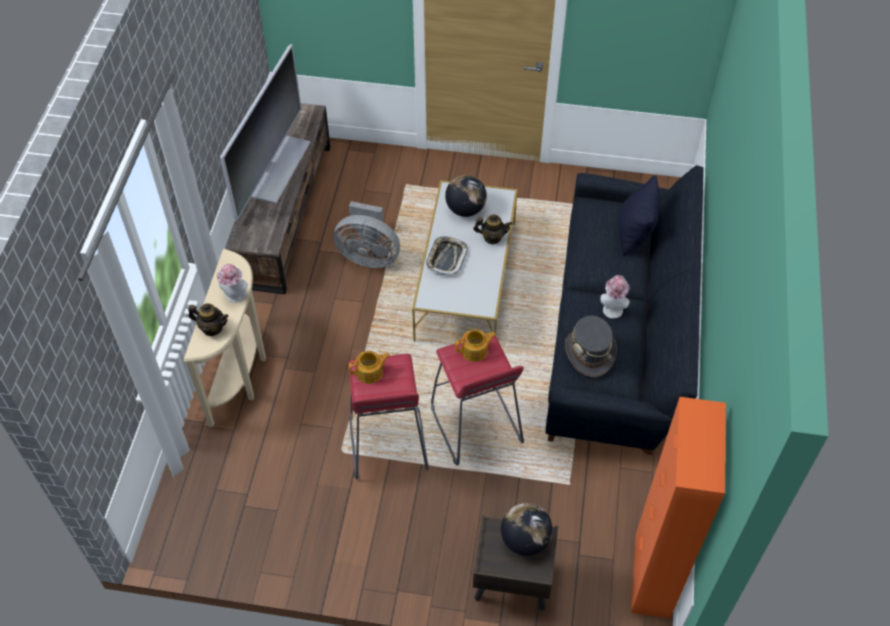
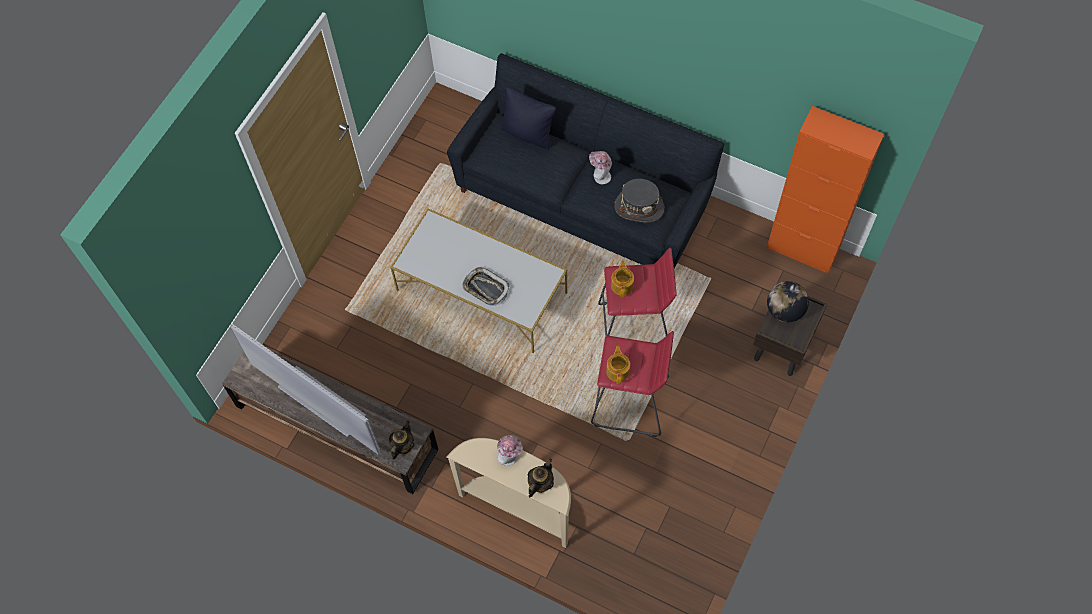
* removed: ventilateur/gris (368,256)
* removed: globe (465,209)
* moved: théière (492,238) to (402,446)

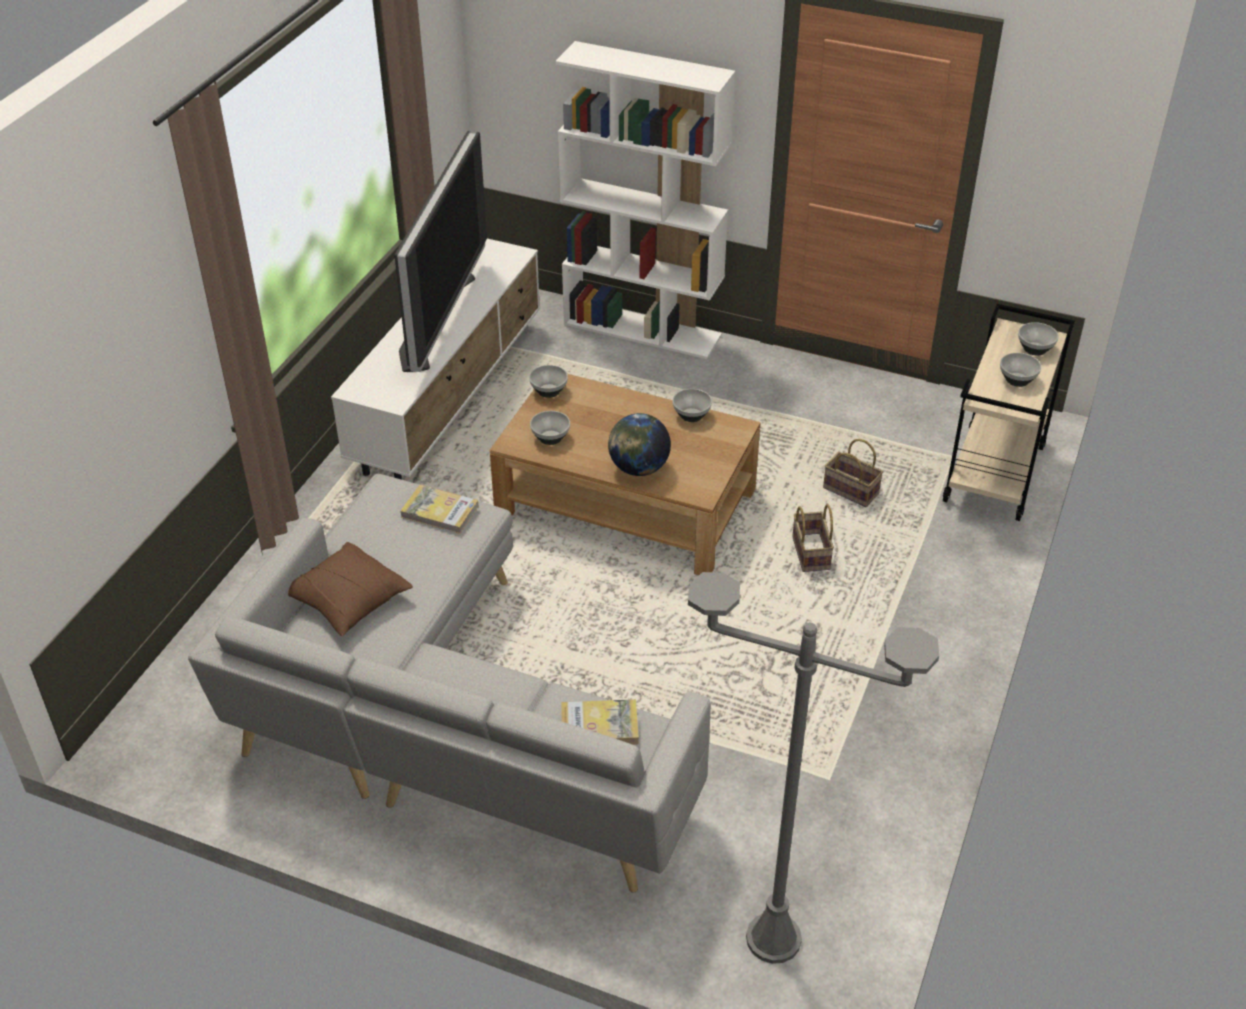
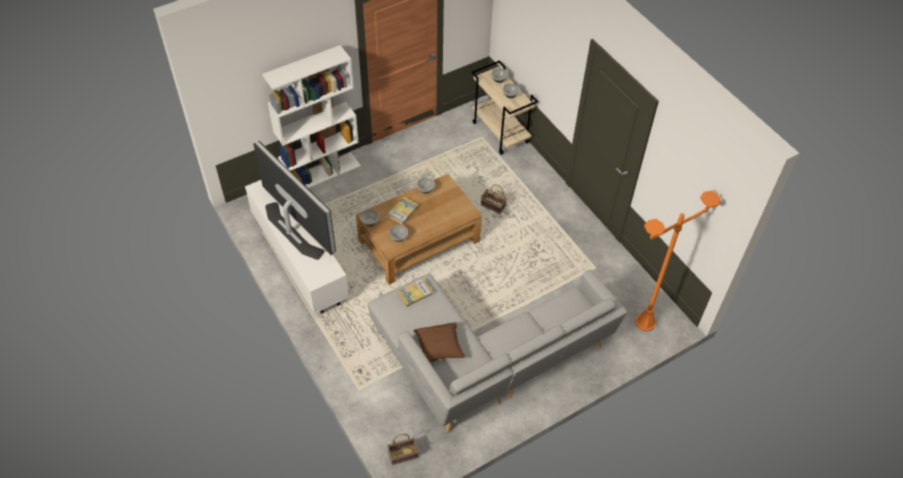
* moved: livre (599,726) to (403,211)
* removed: globe (639,468)
* recoloured: lampadaire/gris (774,939) to lampadaire/orange (645,322)
* moved: panier (849,491) to (402,455)

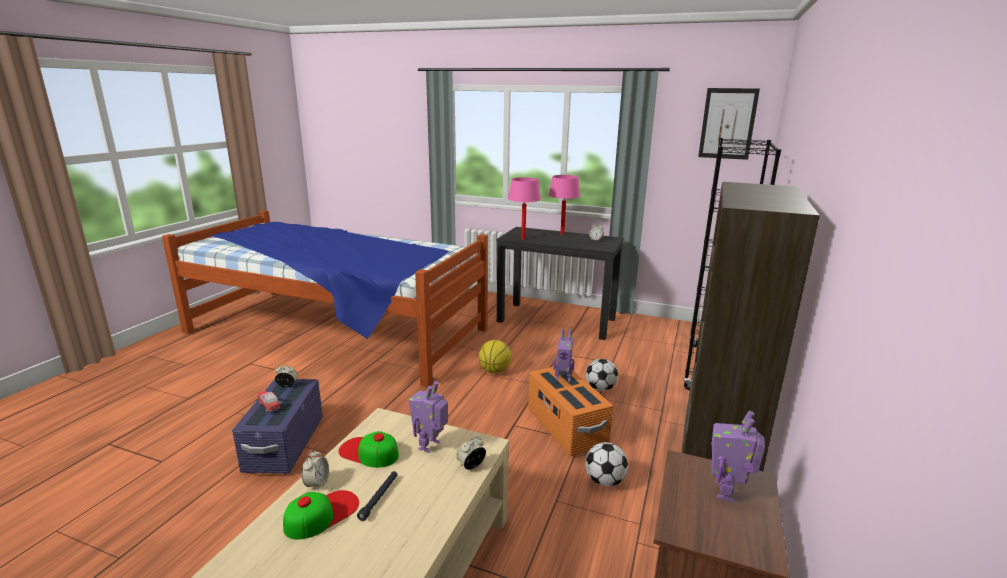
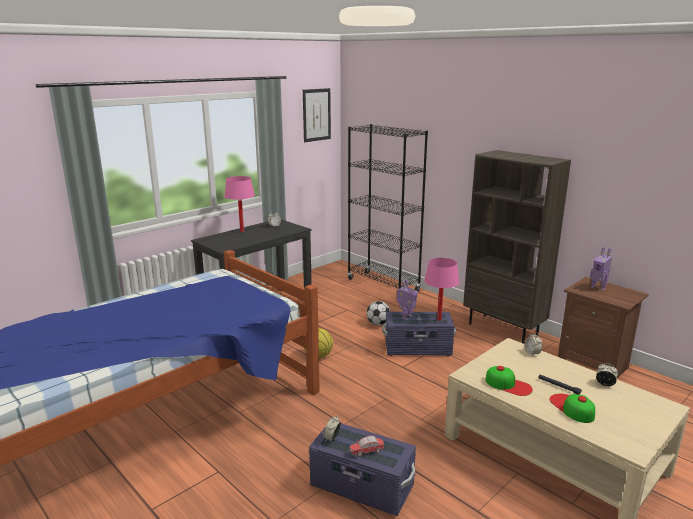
* moved: réveil (317,483) to (605,384)
* turned: casquette (368,452) = (508,384) 105 degrees counterclockwise
* removed: robot jouet (430,446)
* moved: lampe de table/rose (523,238) to (439,319)
* recoloured: boîte de rangement/orange (566,428) to boîte de rangement/violet (418,349)
* removed: ballon de foot (604,481)

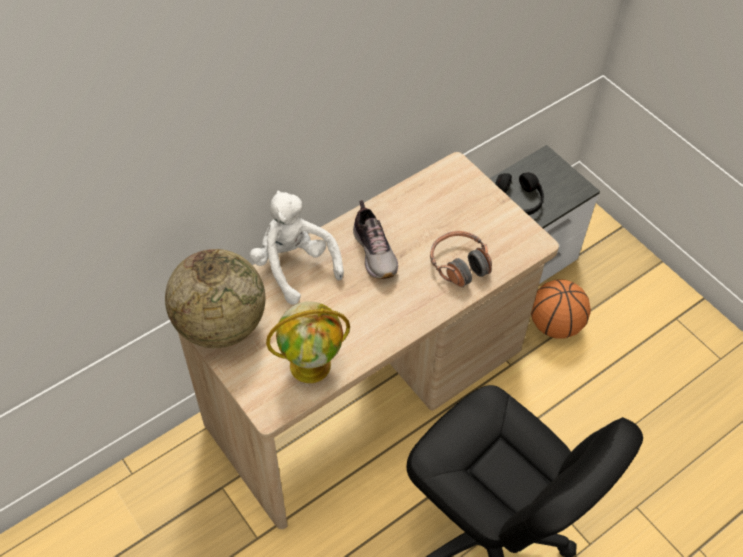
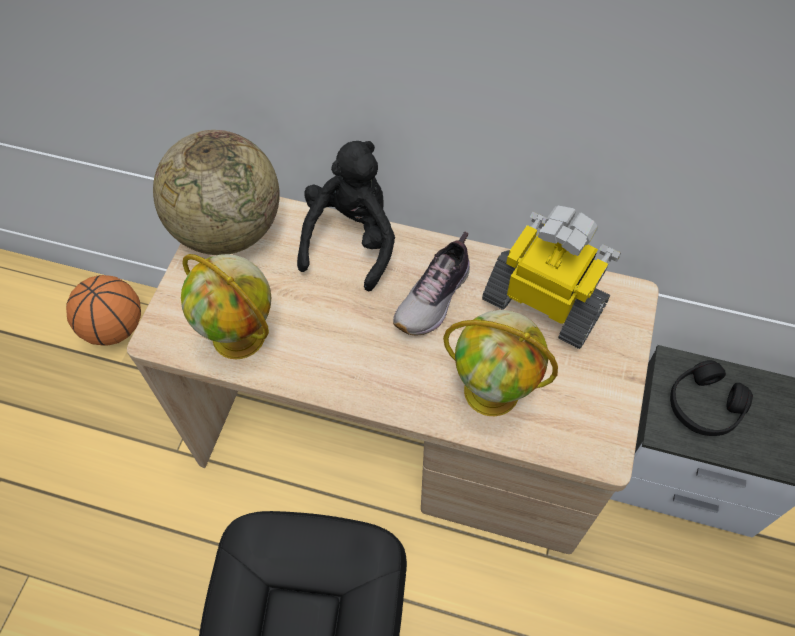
* recoloured: peluche/blanc (294,266) to peluche/noir (351,240)
* replaced: casque audio (459,264) to globe (493,391)
* moved: ballon de basket (555,325) to (115,328)
* added: robot jouet (546,303)

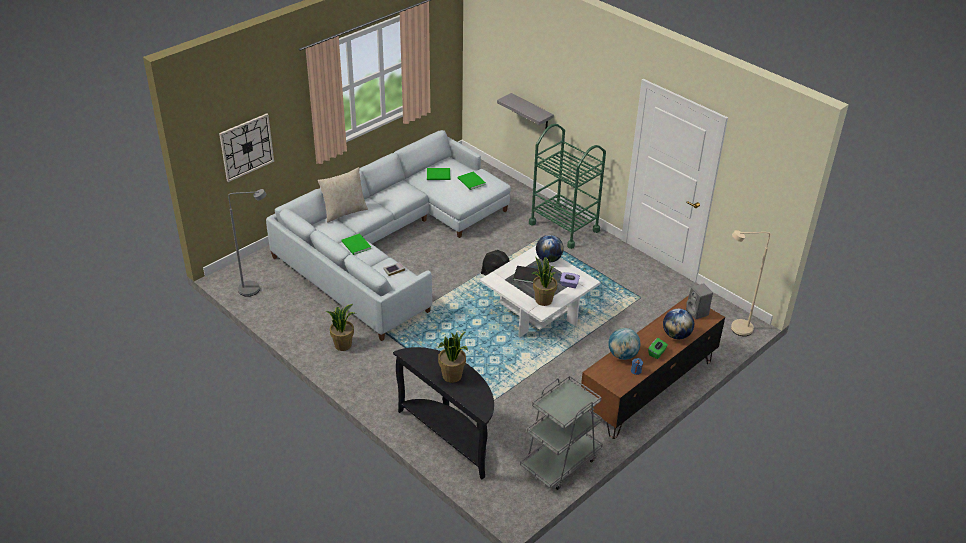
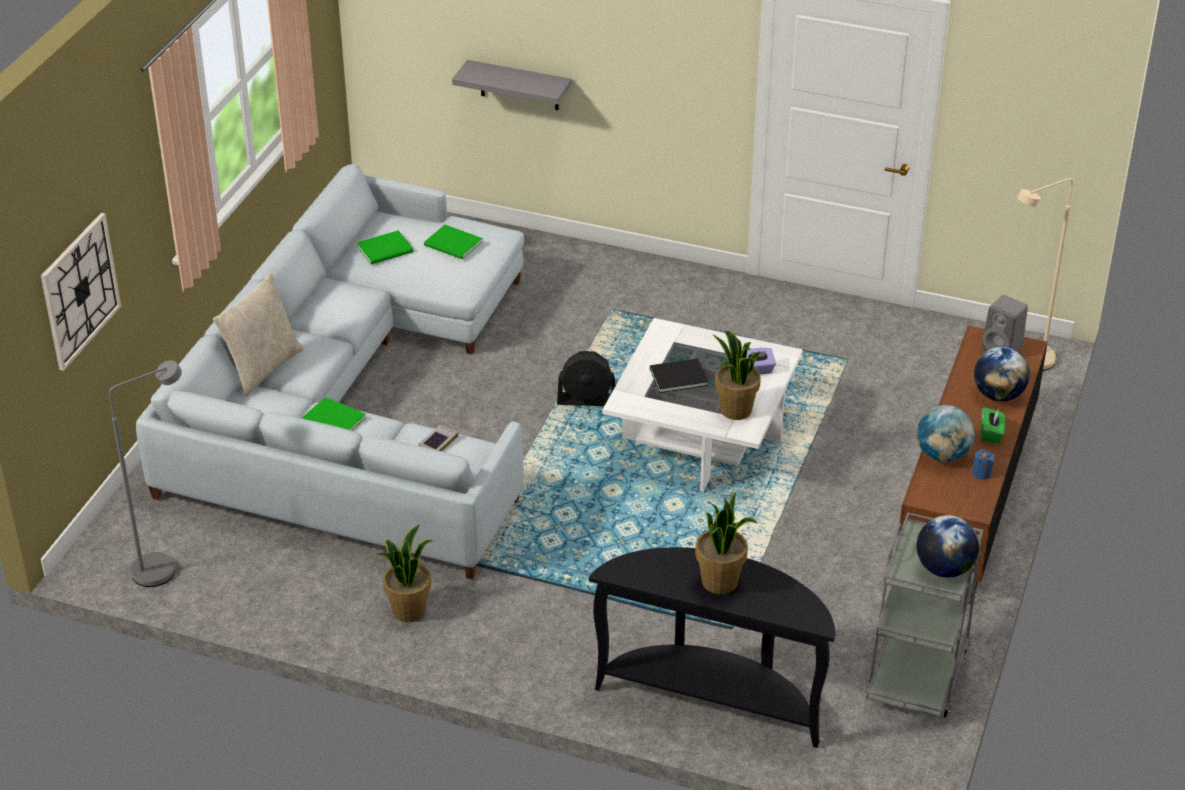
* removed: chariot/vert (564,227)
* moved: globe (548,259) to (944,569)

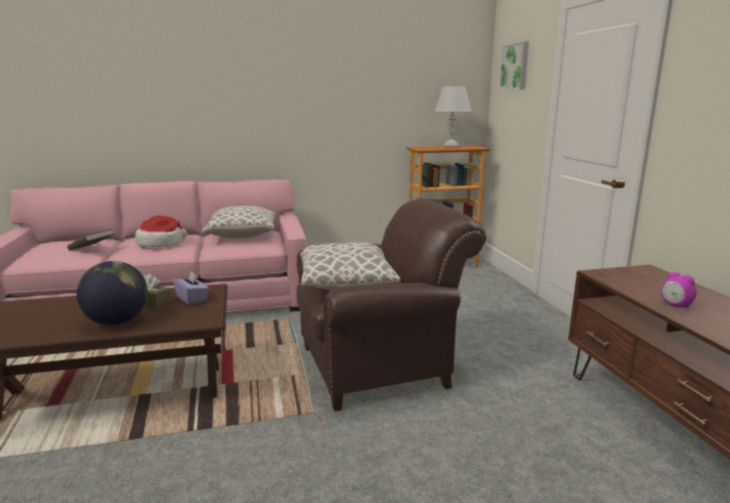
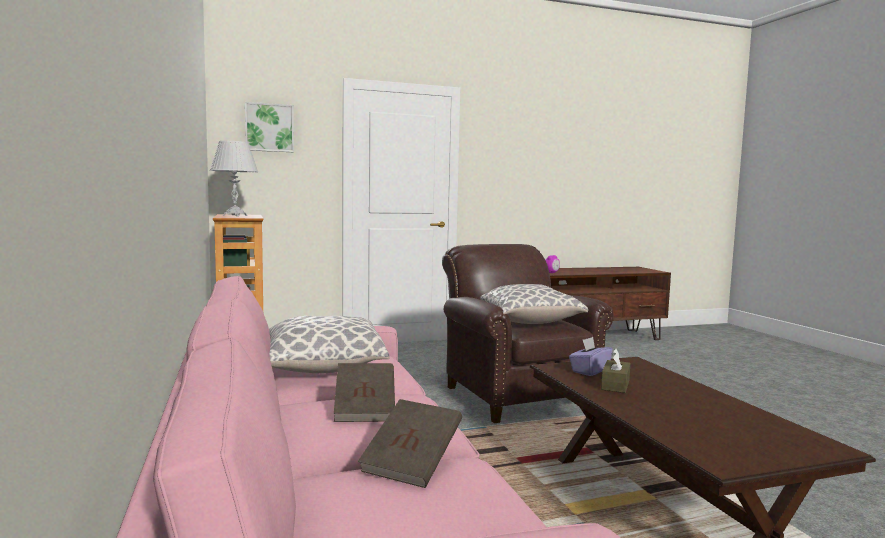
* removed: globe (117,321)
* replaced: chapeau (161,243) to livre/marron (365,410)

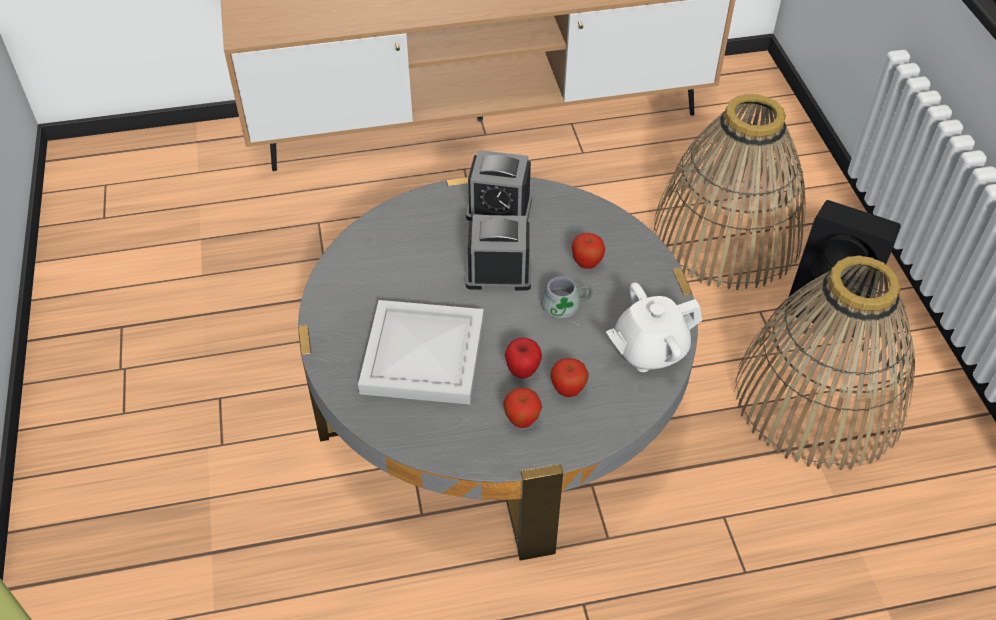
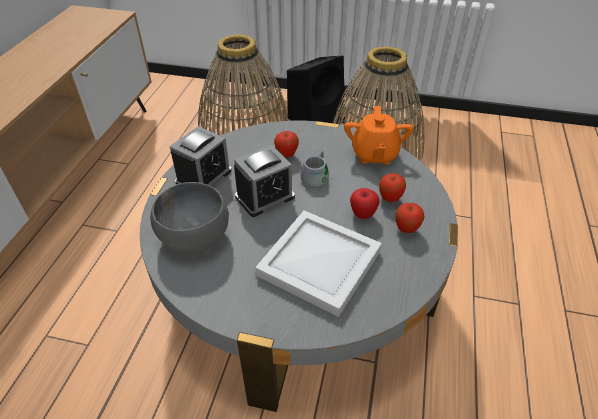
* turned: réveil (498,272) = (265,197) 150 degrees counterclockwise
* recoloured: théière/blanc (649,350) to théière/orange (374,154)
* added: bol/gris (194,236)

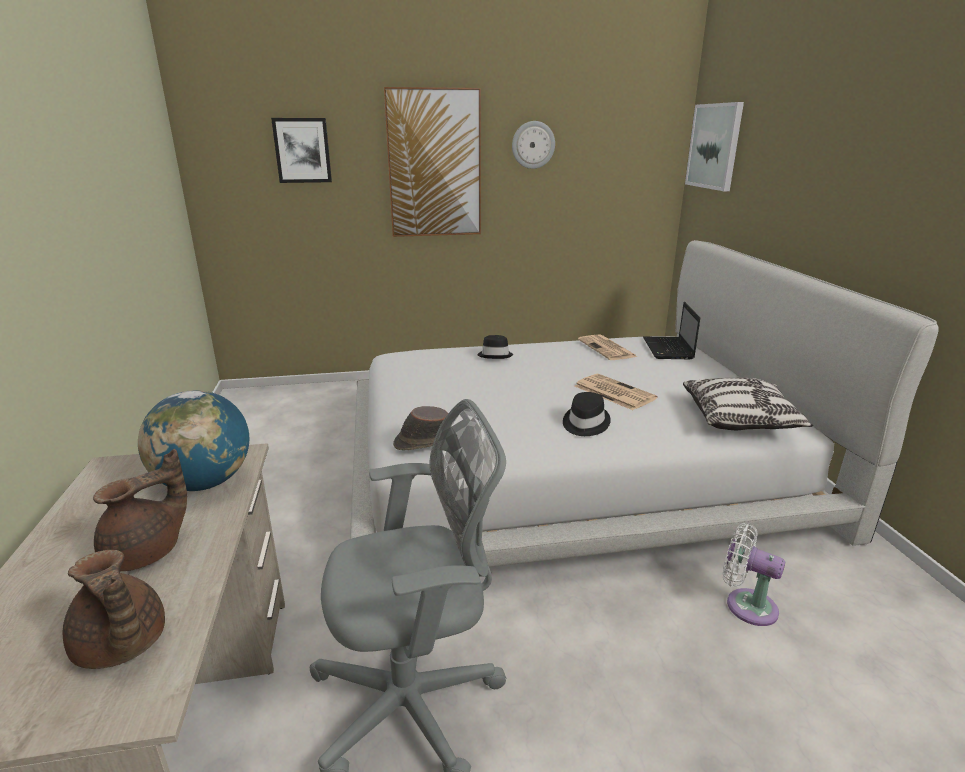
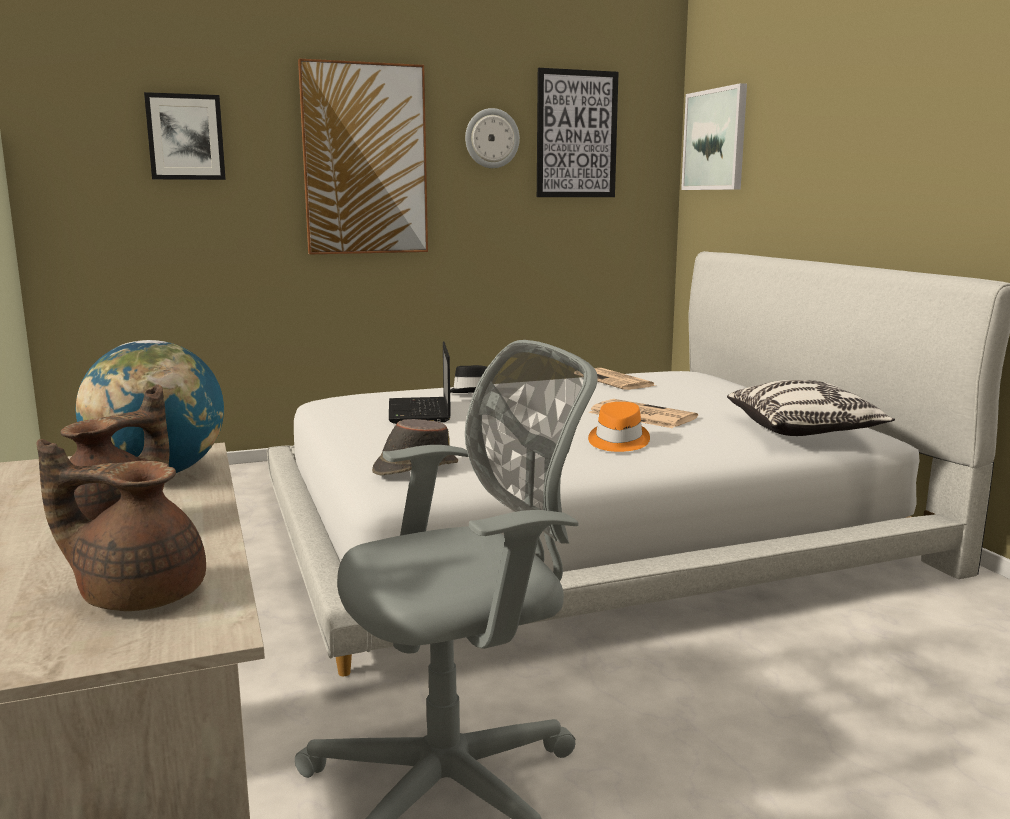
* turned: théière/marron (121,646) = (138,594) 150 degrees clockwise
* recoloured: chapeau/noir (585,423) to chapeau/orange (617,441)
* moved: ordinateur portable (668,349) to (420,412)
* removed: ventilateur/blanc (746,605)
* added: tableau (576,134)

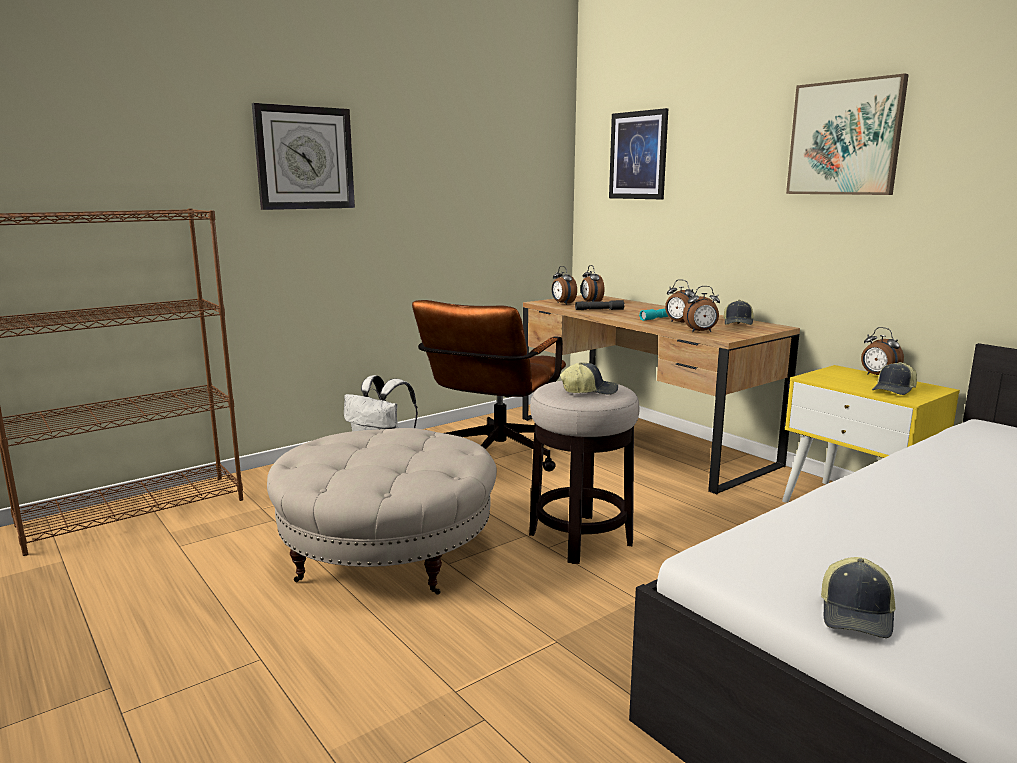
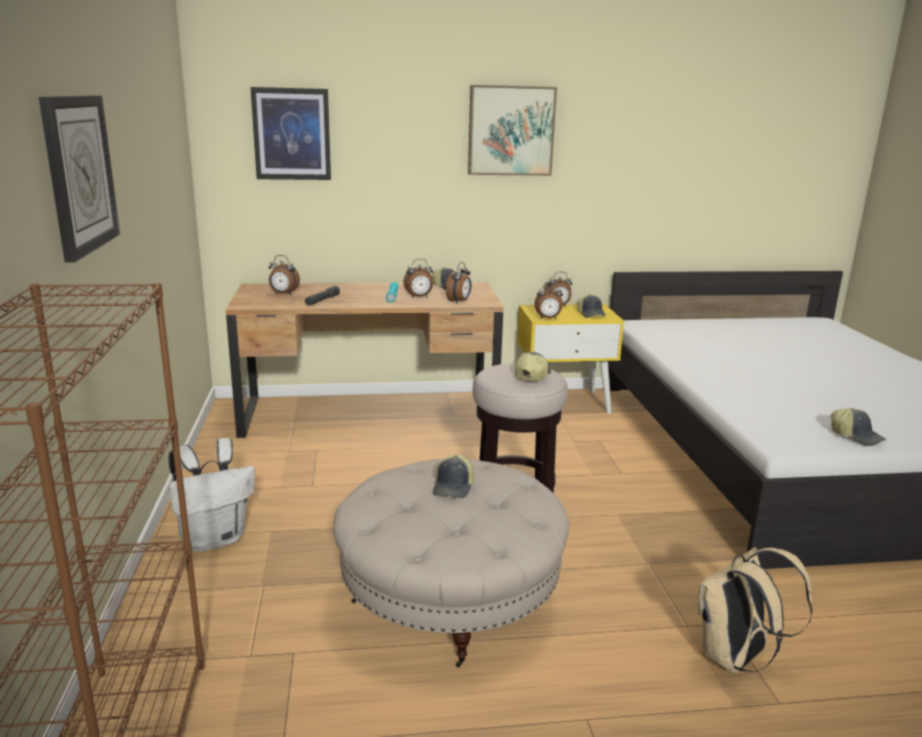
* removed: chaise de bureau/marron (494,459)
* moved: réveil (562,303) to (548,319)
* added: casquette (454,487)
* added: sac à dos/beige (735,659)

